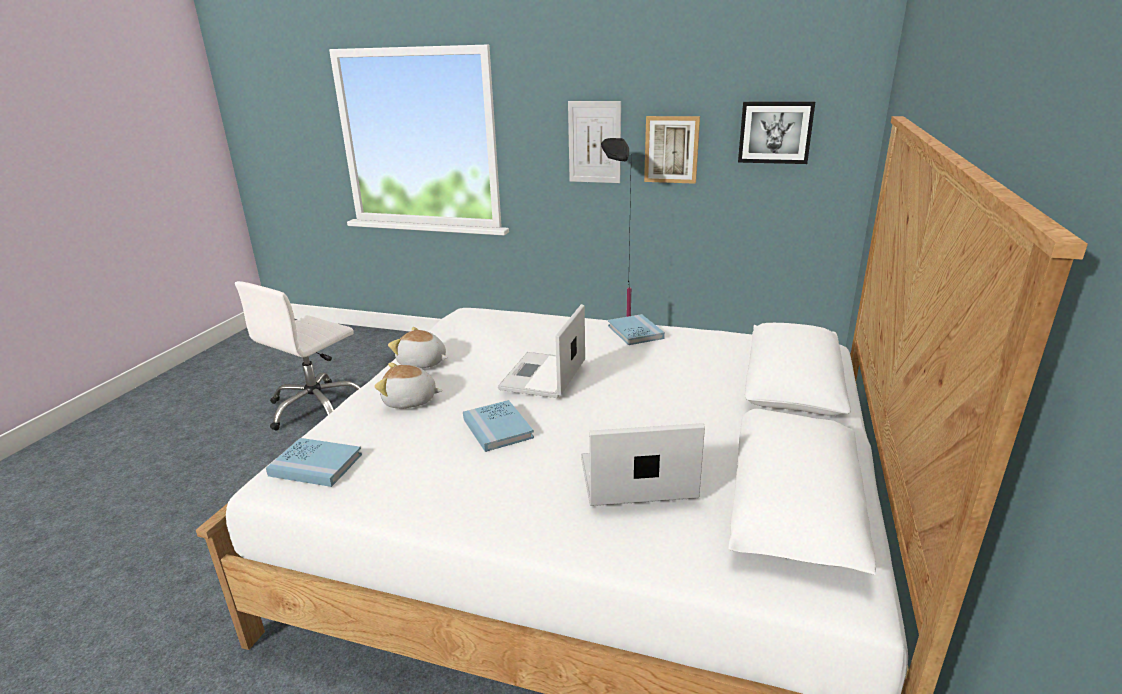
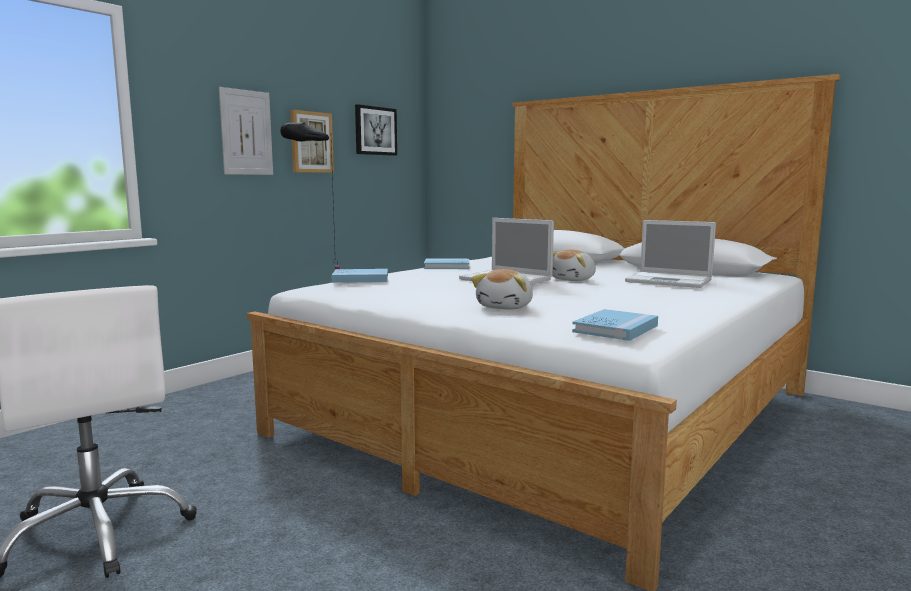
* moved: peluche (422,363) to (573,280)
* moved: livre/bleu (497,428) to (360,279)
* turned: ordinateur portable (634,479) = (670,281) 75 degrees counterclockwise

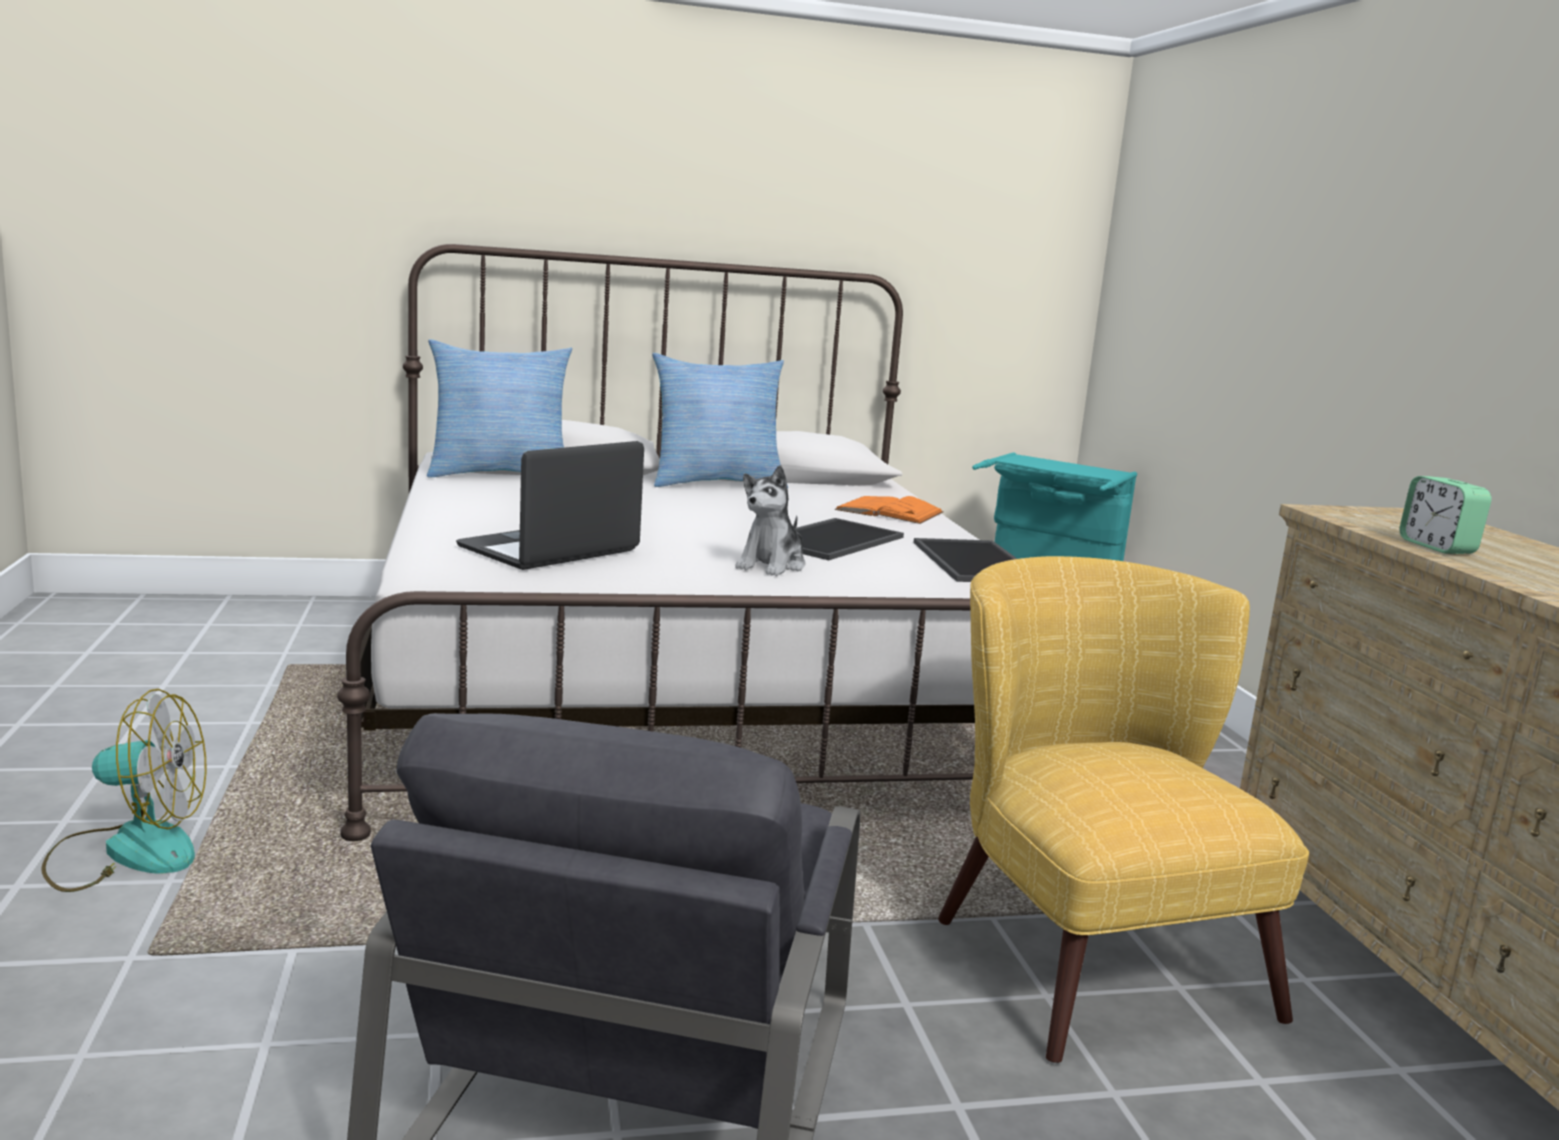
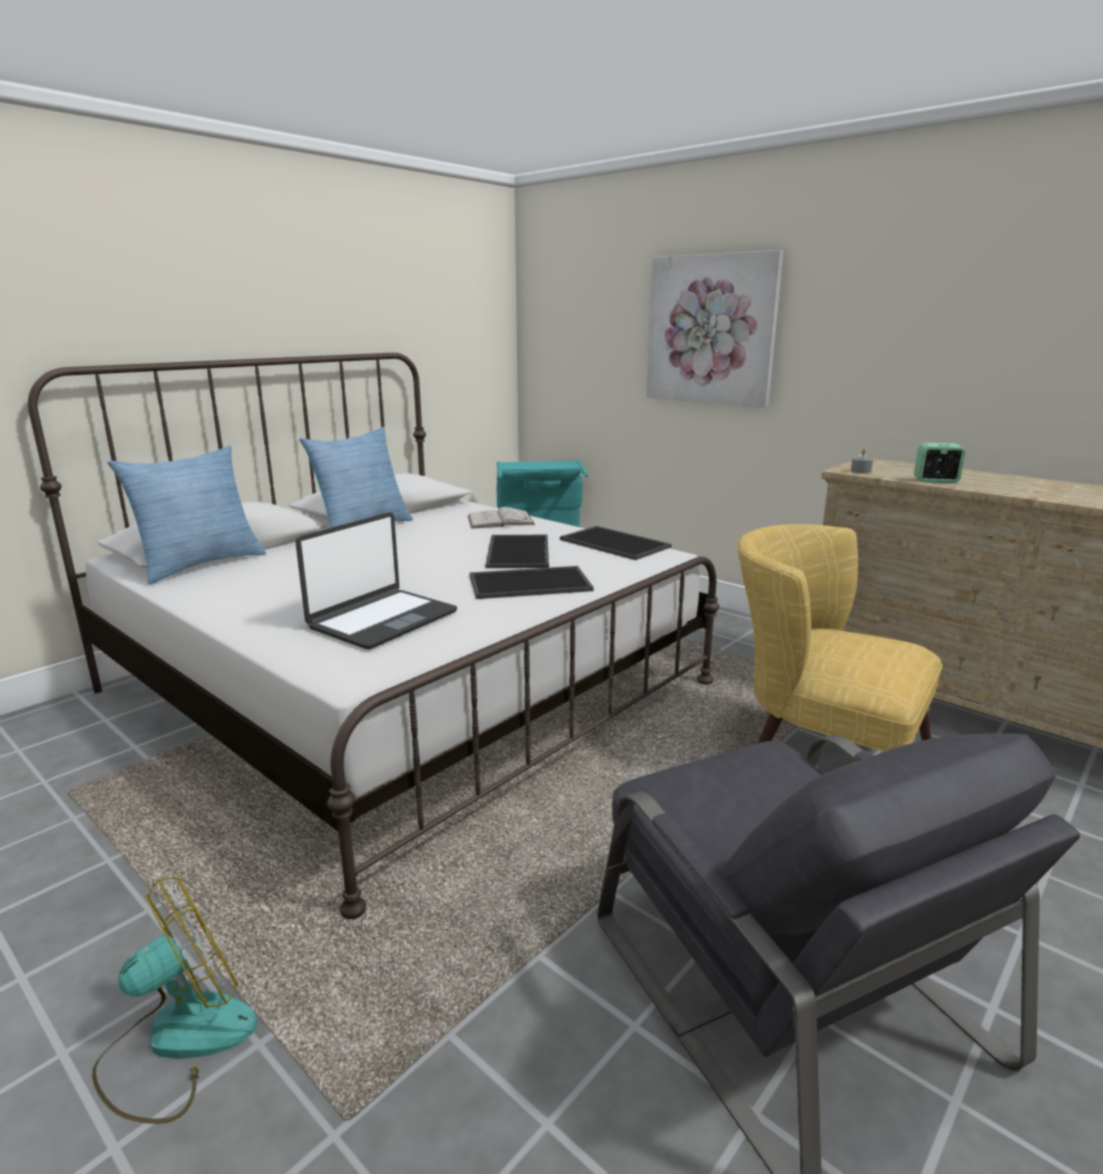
* turned: ordinateur portable (550,550) = (382,620) 150 degrees counterclockwise
* replaced: peluche (772,565) to plateau (530,582)
* recoloured: livre/orange (889,511) to livre/blanc (500,520)
* turned: réveil (1437,547) = (936,481) 150 degrees clockwise
* added: tableau (711,330)
* added: bougie/gris (860,471)

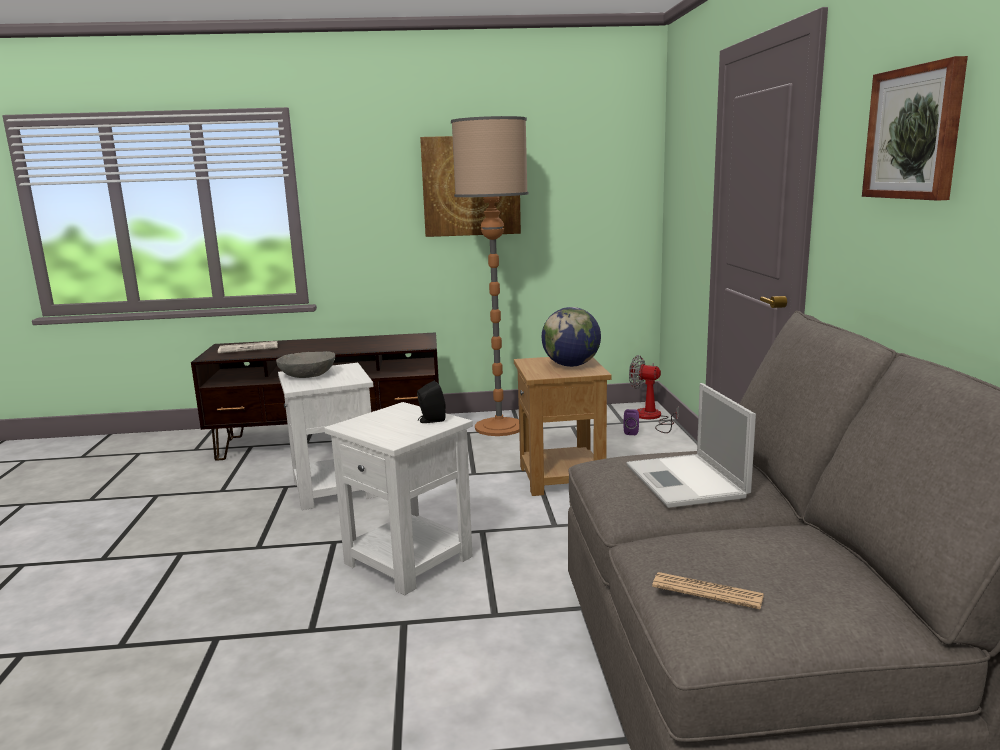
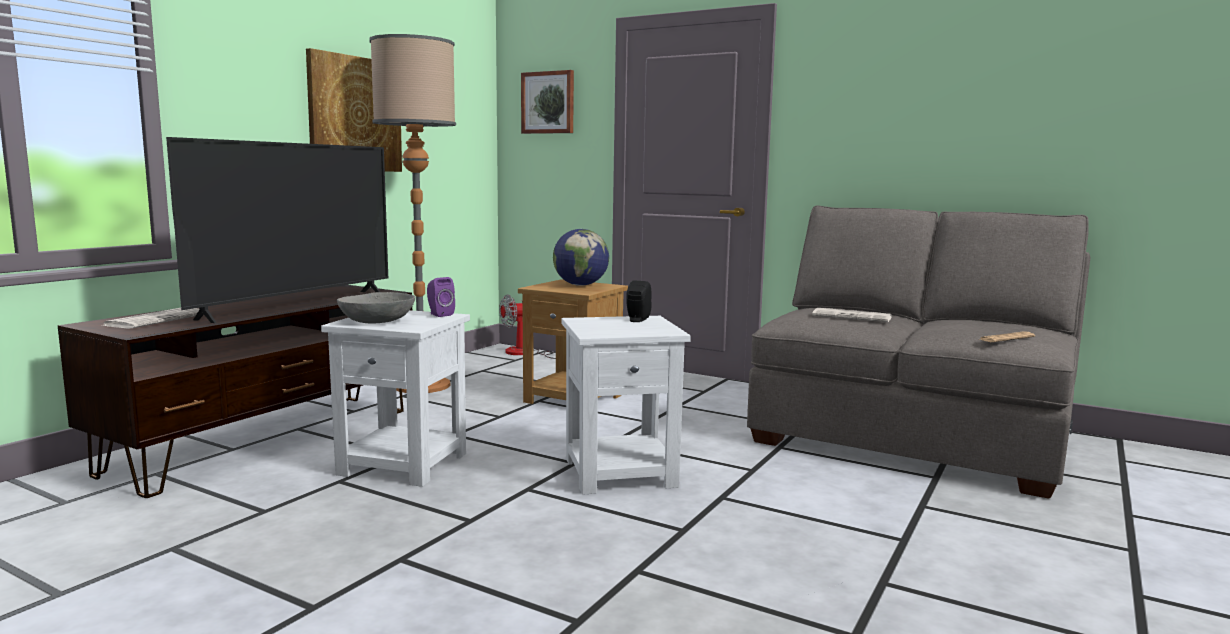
* moved: enceinte/violet (631,432) to (439,314)
* replaced: ordinateur portable (687,482) to journal (853,317)
* moved: tableau (915,133) to (548,102)
* added: téléviseur (297,305)

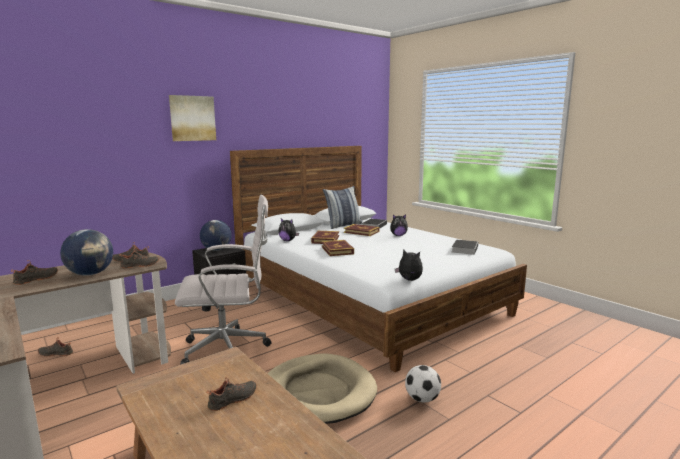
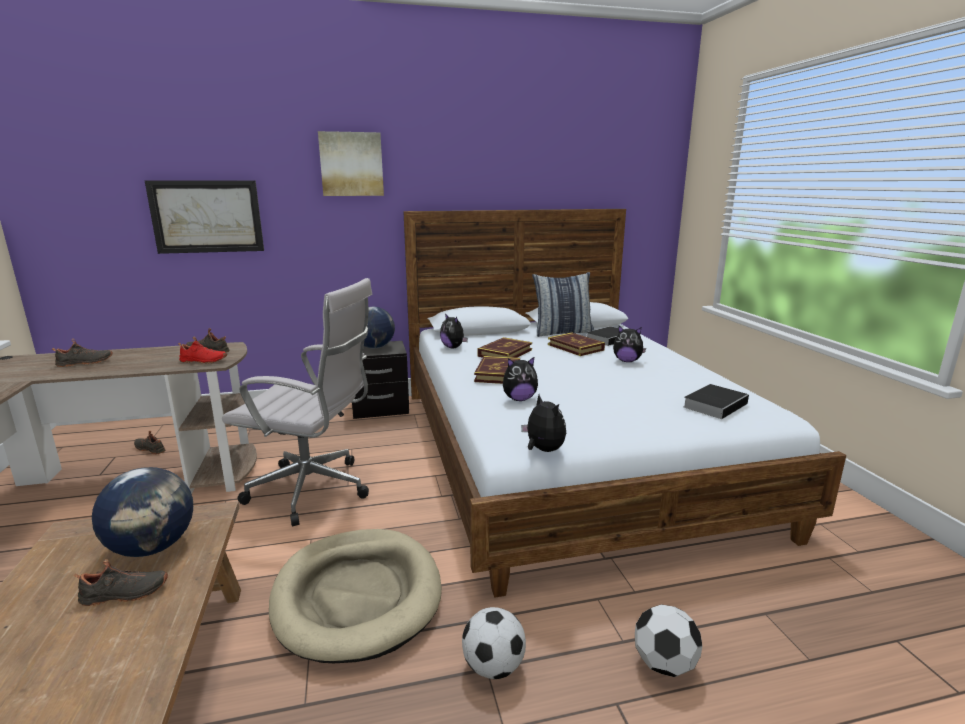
* moved: globe (90,274) to (153,547)
* recoloured: chaussure/noir (140,266) to chaussure/rouge (203,361)
* added: tableau (207,216)
* added: peluche (519,399)
* added: ballon de foot (664,664)

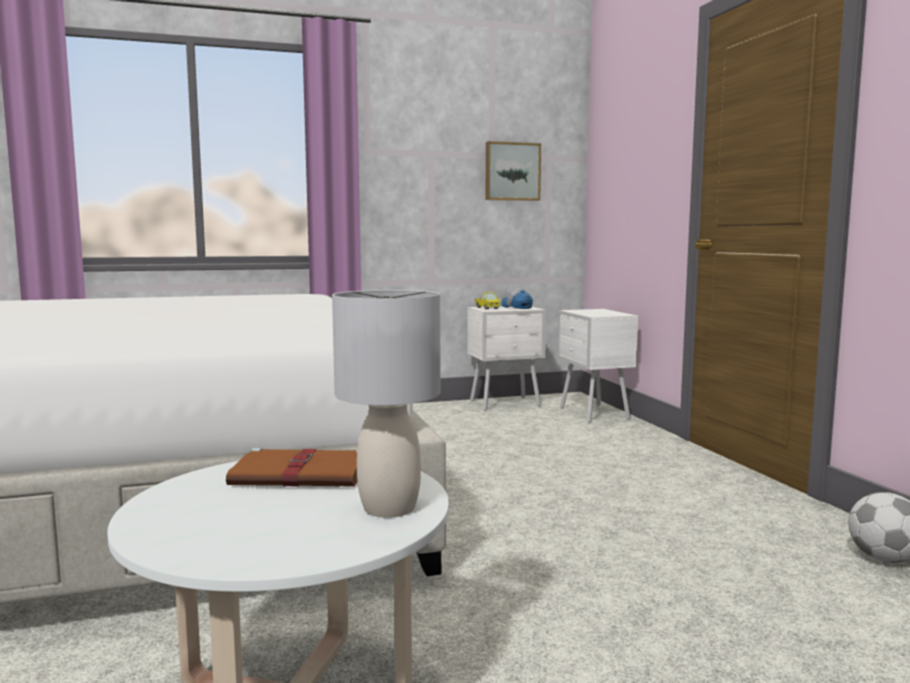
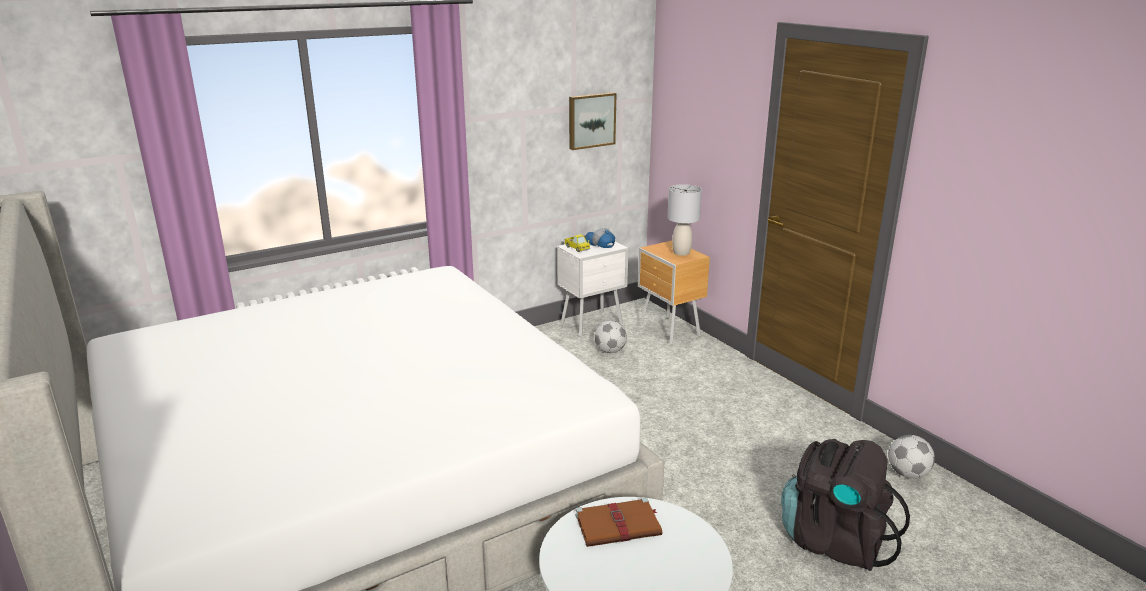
* moved: lampe de table/gris (389,508) to (681,253)
* recoloured: table de chevet/blanc (593,414) to table de chevet/marron (669,331)
* added: ballon de foot (610,351)
* added: sac à dos/noir (834,541)

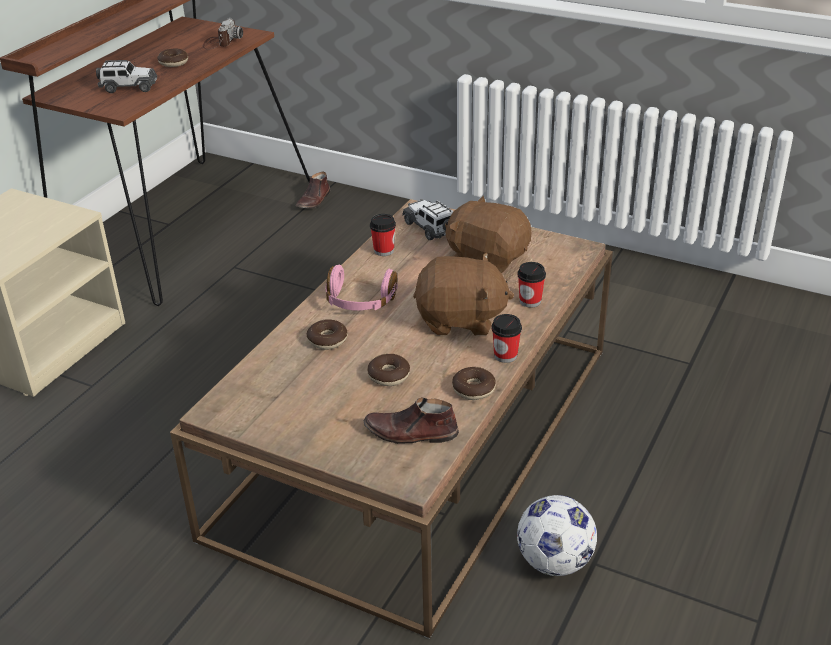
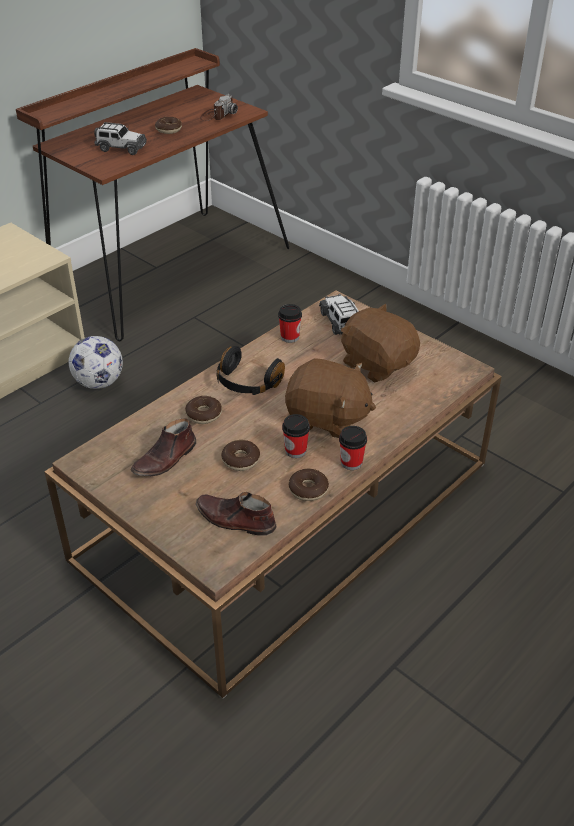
* moved: chaussure/marron (314,200) to (165,459)
* recoloured: casque audio/rose (360,302) to casque audio/noir (247,383)
* moved: tasse (530,301) to (295,451)
* moved: ballon de foot (555,562) to (99,383)

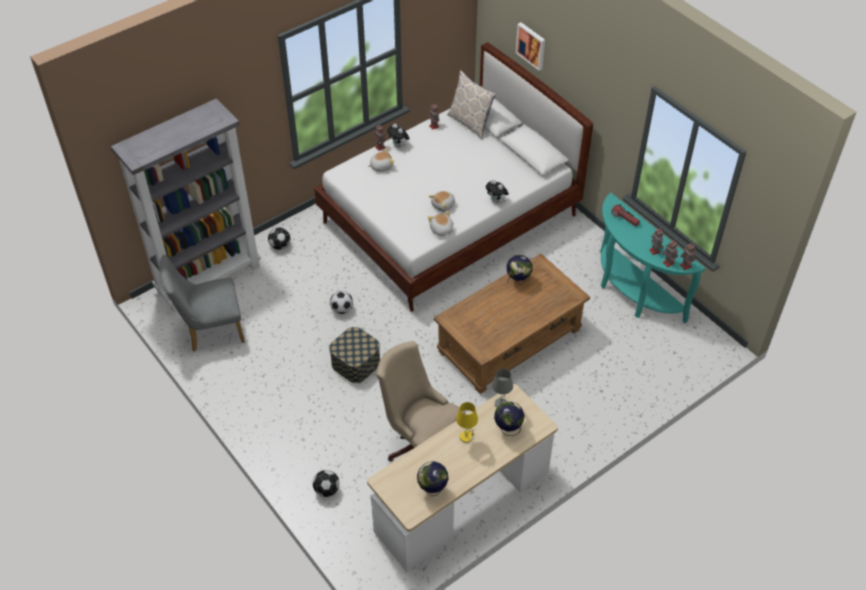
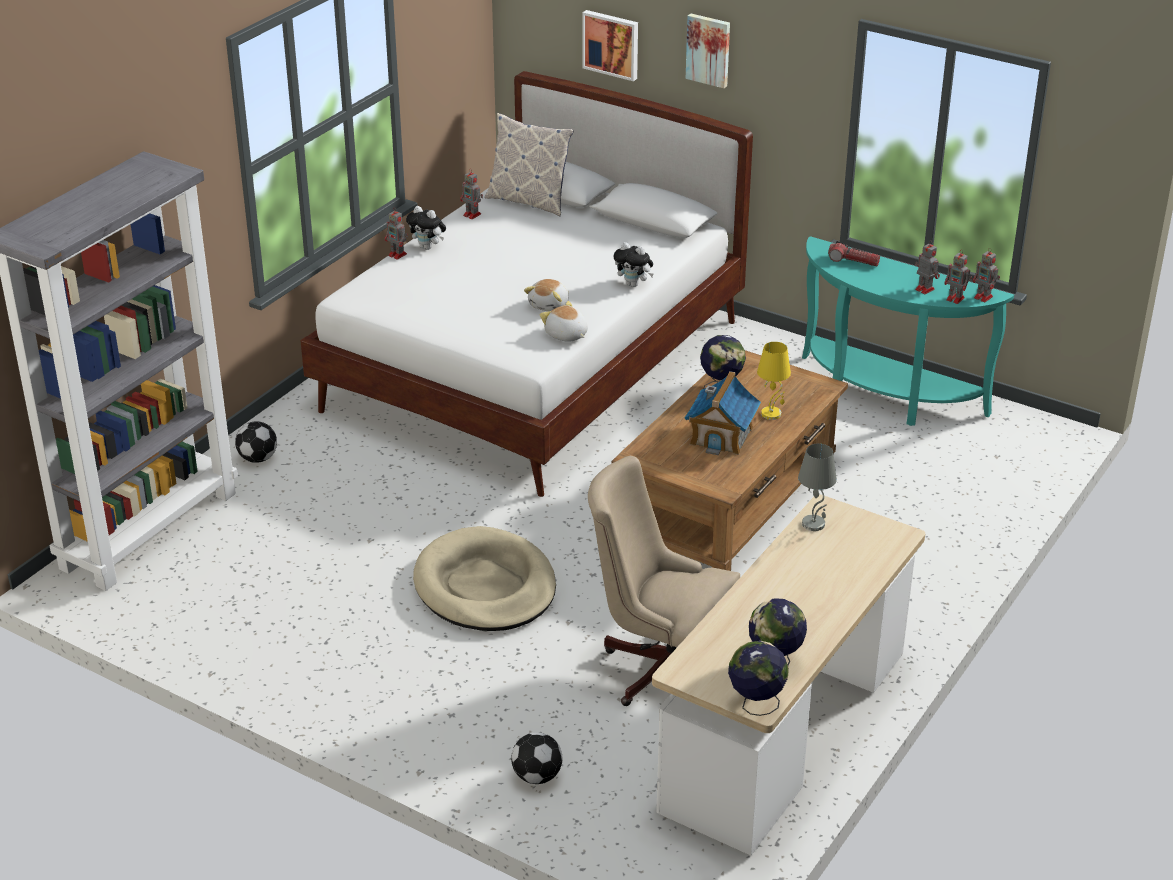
* removed: chaise/gris (210,331)
* replaced: boîte de rangement (356,363) to panier pour chien/beige (485,586)
* removed: ballon de foot (342,309)
* removed: peluche (381,166)
* moved: lampe de table/jaune (466,437) to (771,414)
* moved: globe (508,429) to (755,705)
* added: maison miniature (721,436)
* added: tableau (709,49)

